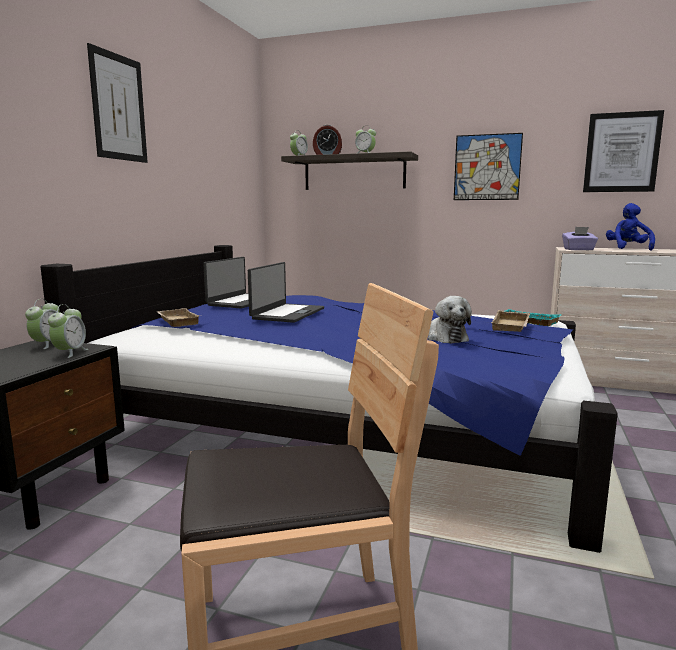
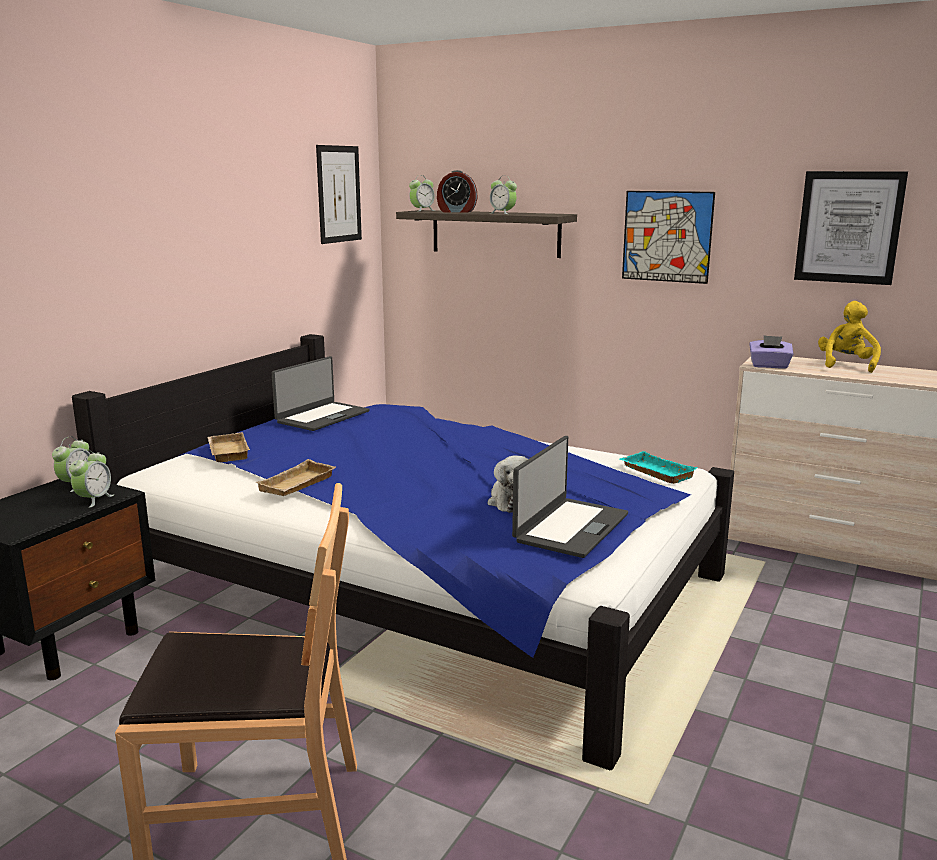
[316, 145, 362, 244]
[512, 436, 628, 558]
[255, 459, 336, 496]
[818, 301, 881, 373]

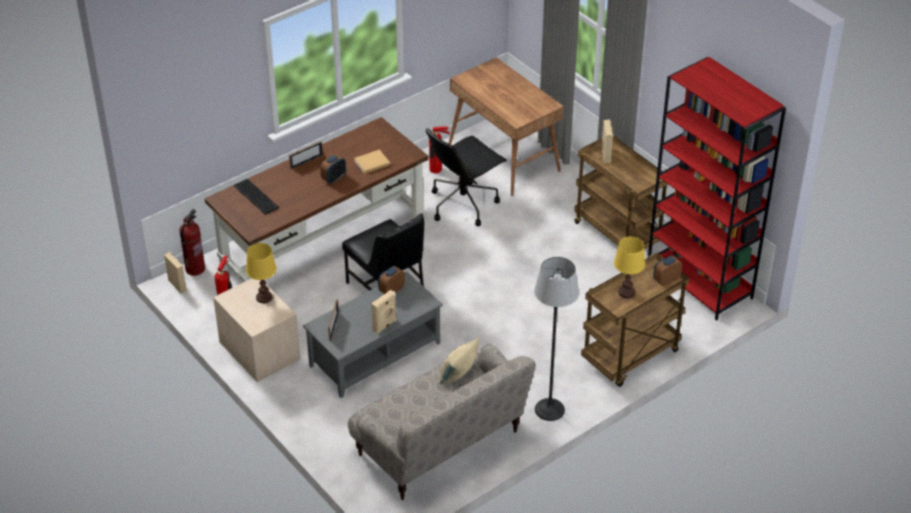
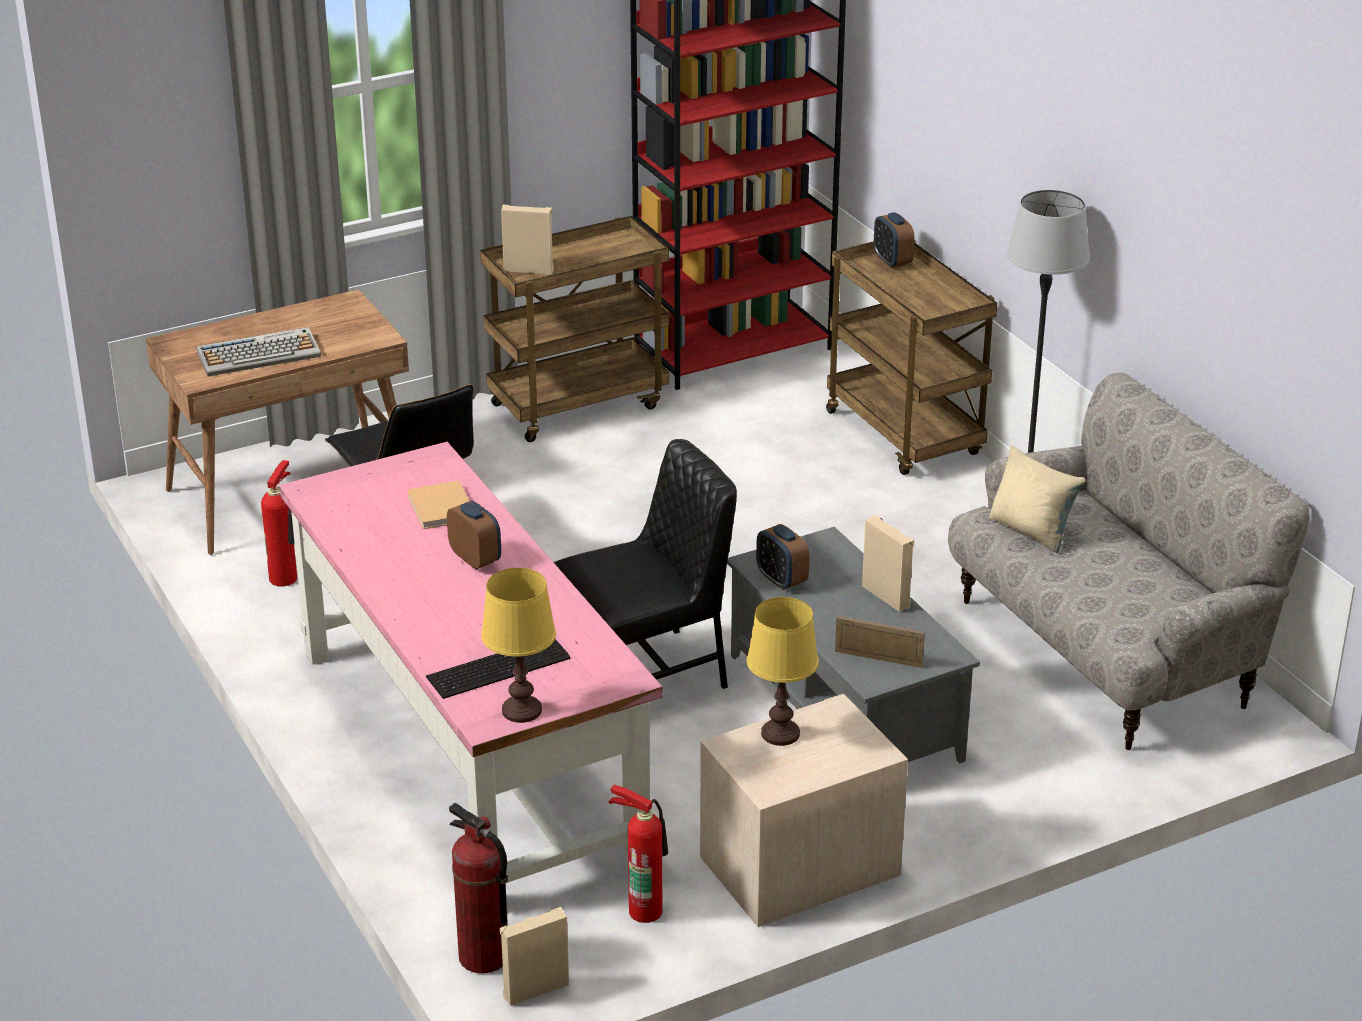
[289, 141, 323, 169] (first image)
[197, 327, 321, 376]
[481, 568, 556, 723]
[279, 442, 663, 883]

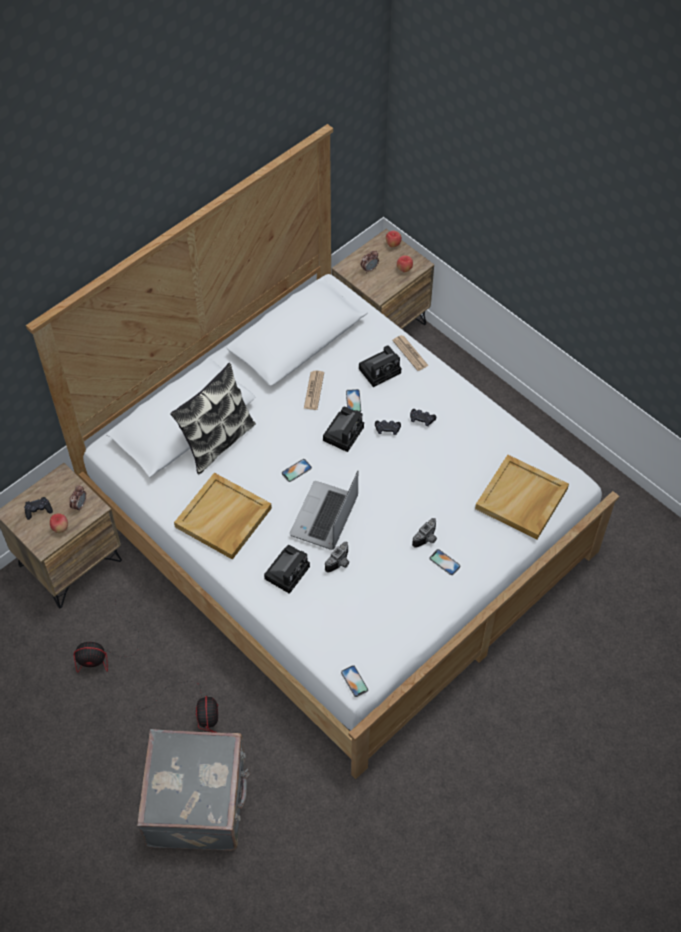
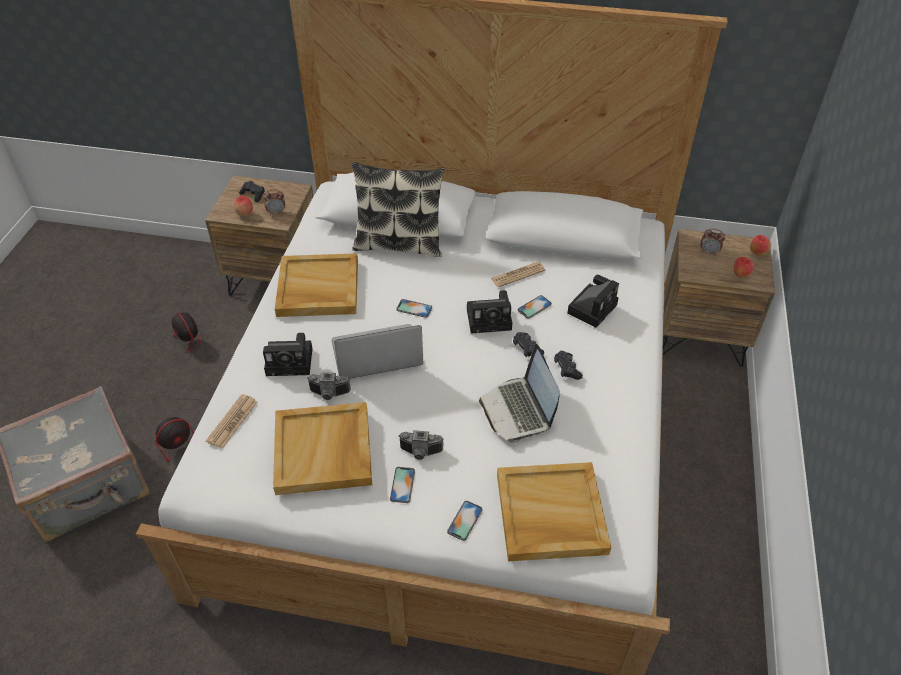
[273, 402, 372, 495]
[479, 344, 560, 443]
[447, 501, 483, 541]
[206, 394, 258, 449]
[567, 275, 619, 328]

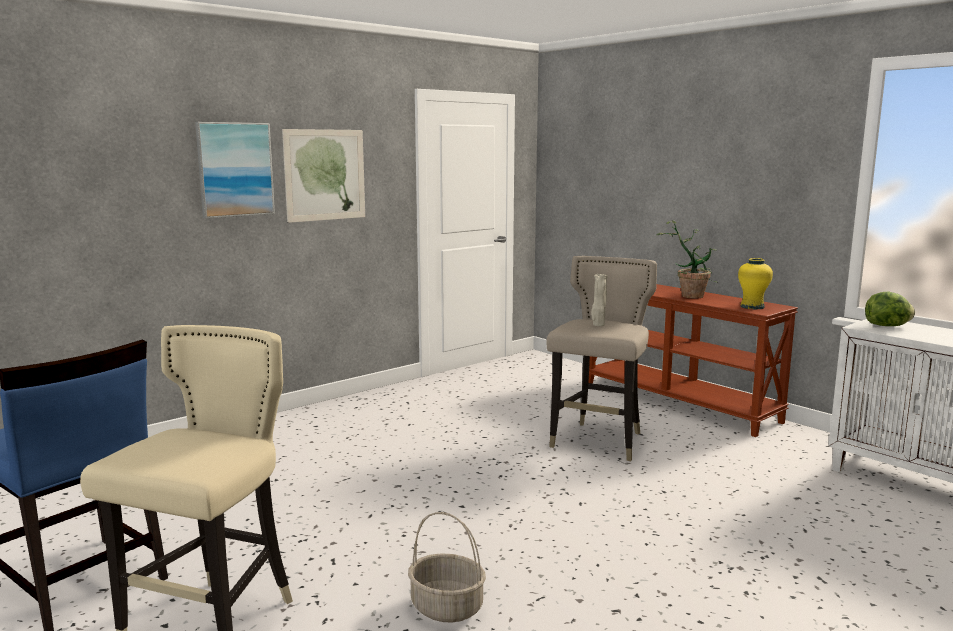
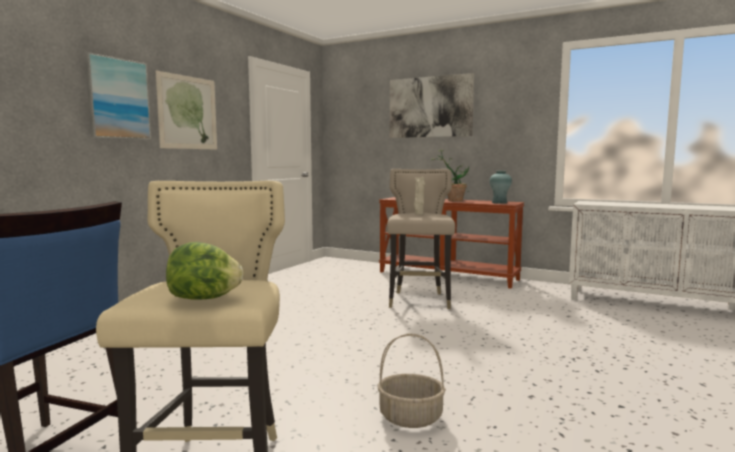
[390, 73, 474, 138]
[166, 242, 244, 300]
[490, 171, 512, 204]

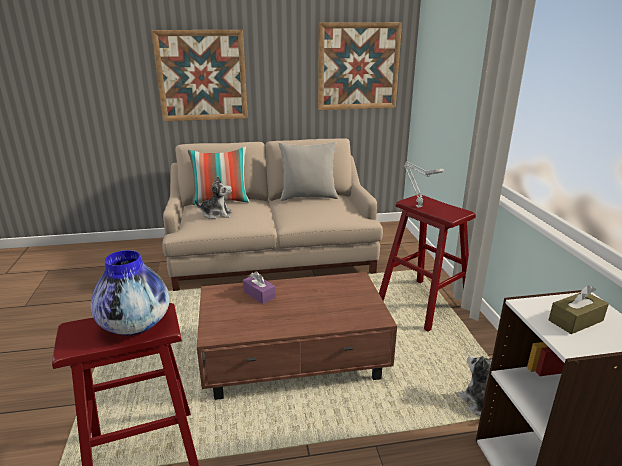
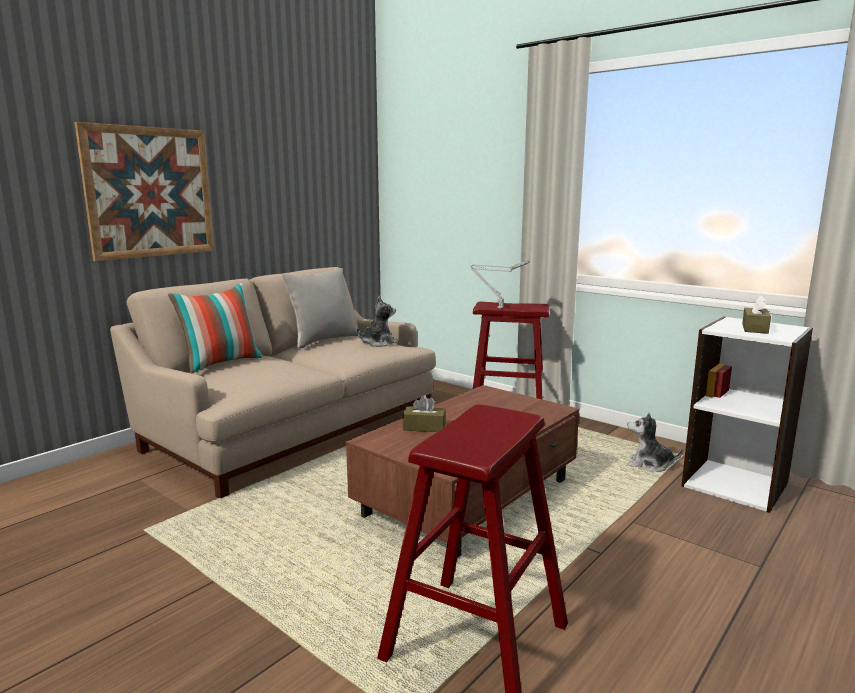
[91, 250, 170, 335] (first image)
[318, 22, 402, 110] (first image)
[357, 296, 397, 347]
[403, 395, 446, 432]

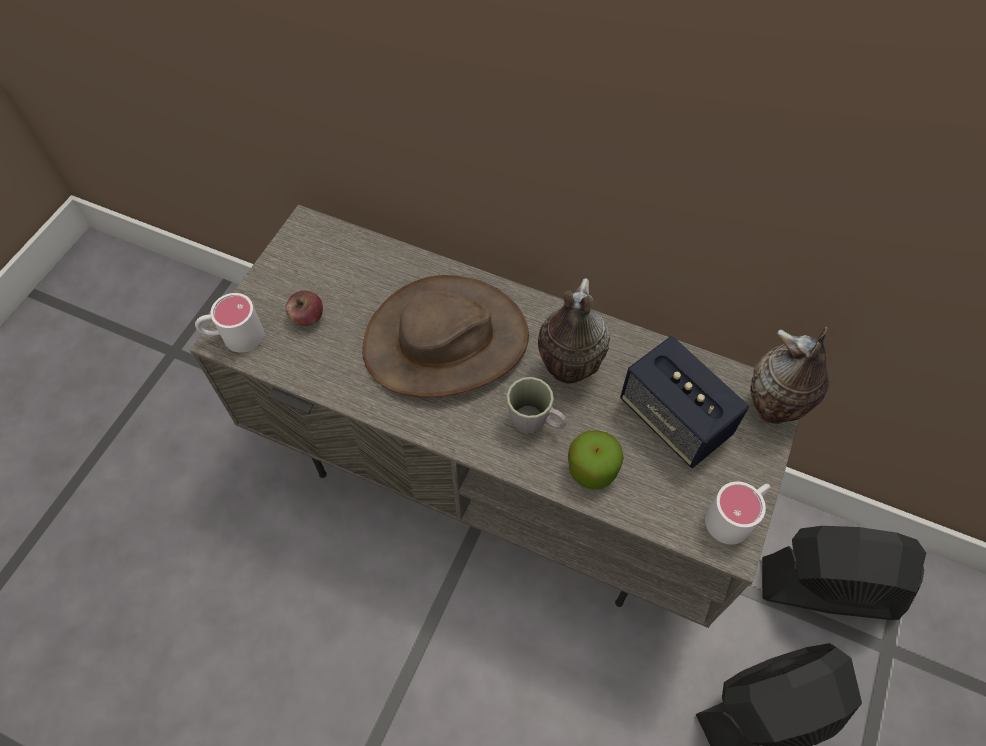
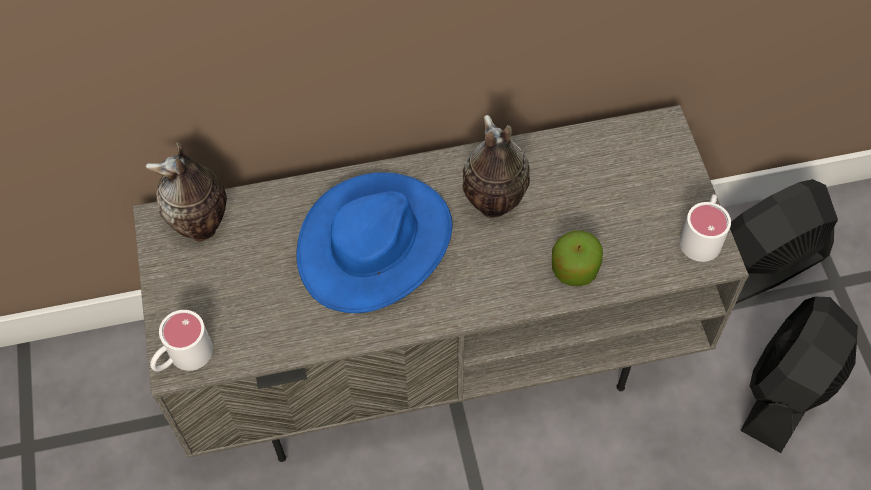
[286, 291, 323, 326] (first image)
[507, 377, 566, 433] (first image)
[620, 336, 749, 468] (first image)
[145, 142, 227, 241]
[296, 172, 452, 313]

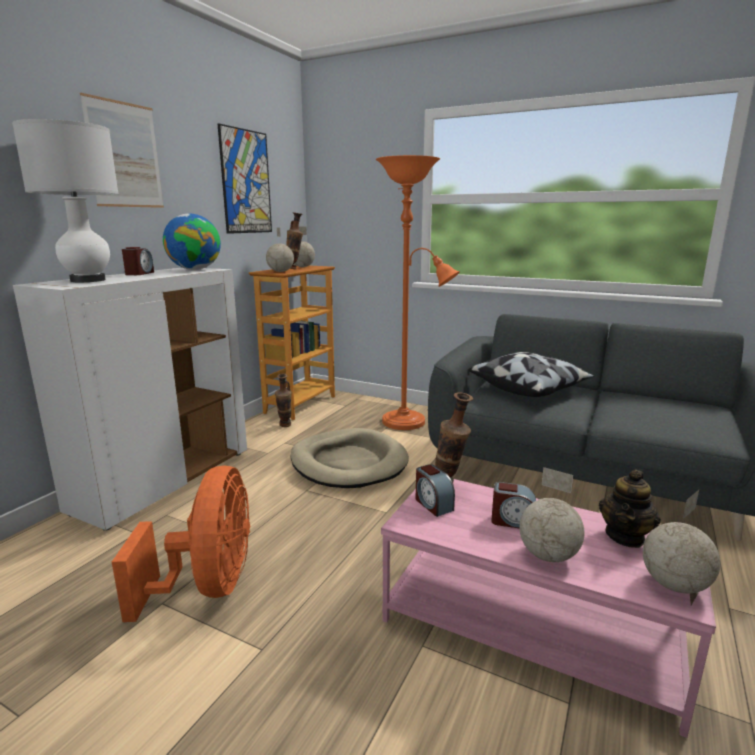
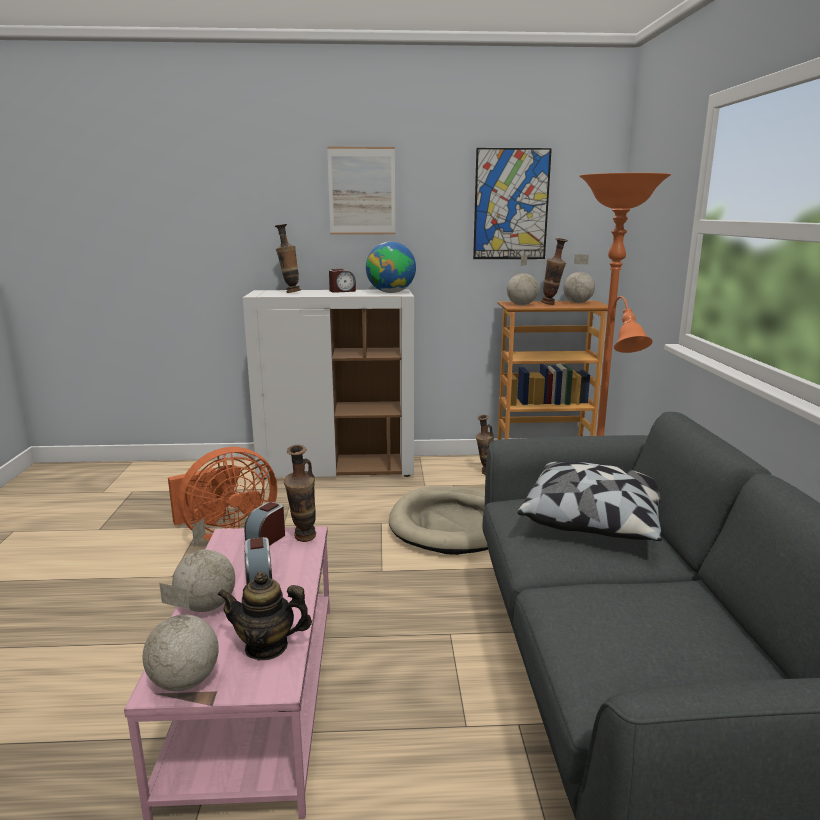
[275, 224, 301, 293]

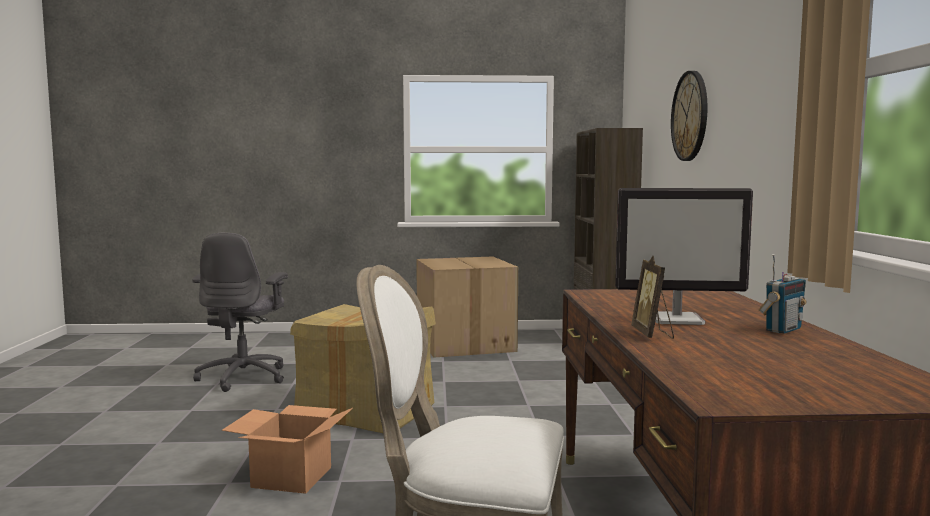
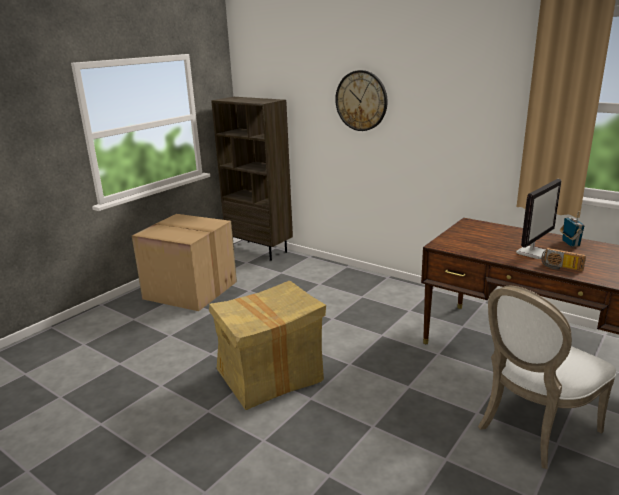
[192, 233, 288, 392] (first image)
[222, 405, 353, 494] (first image)
[541, 248, 586, 272]

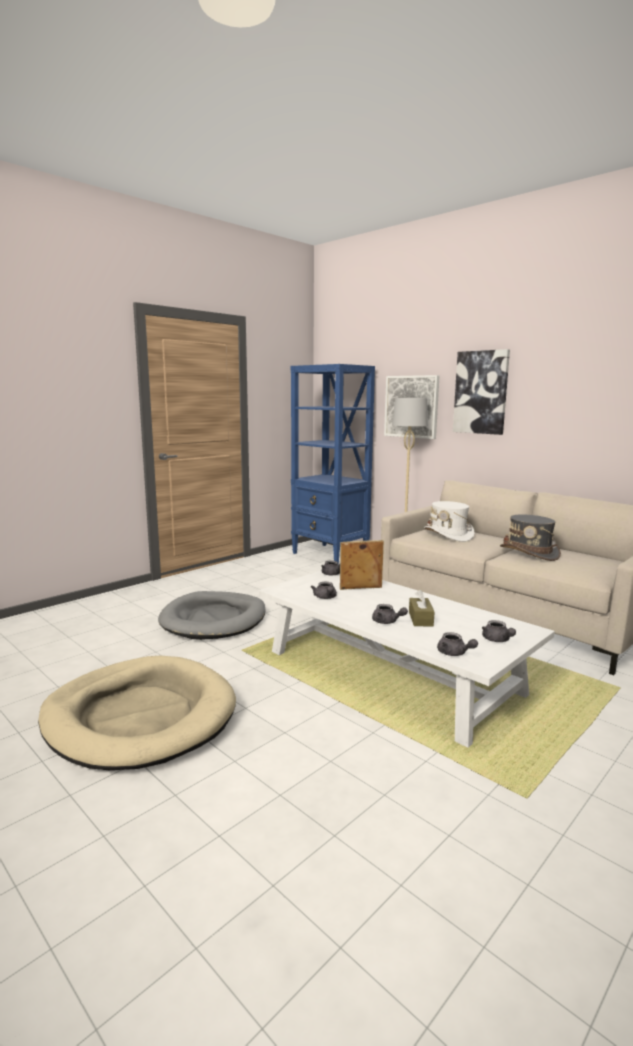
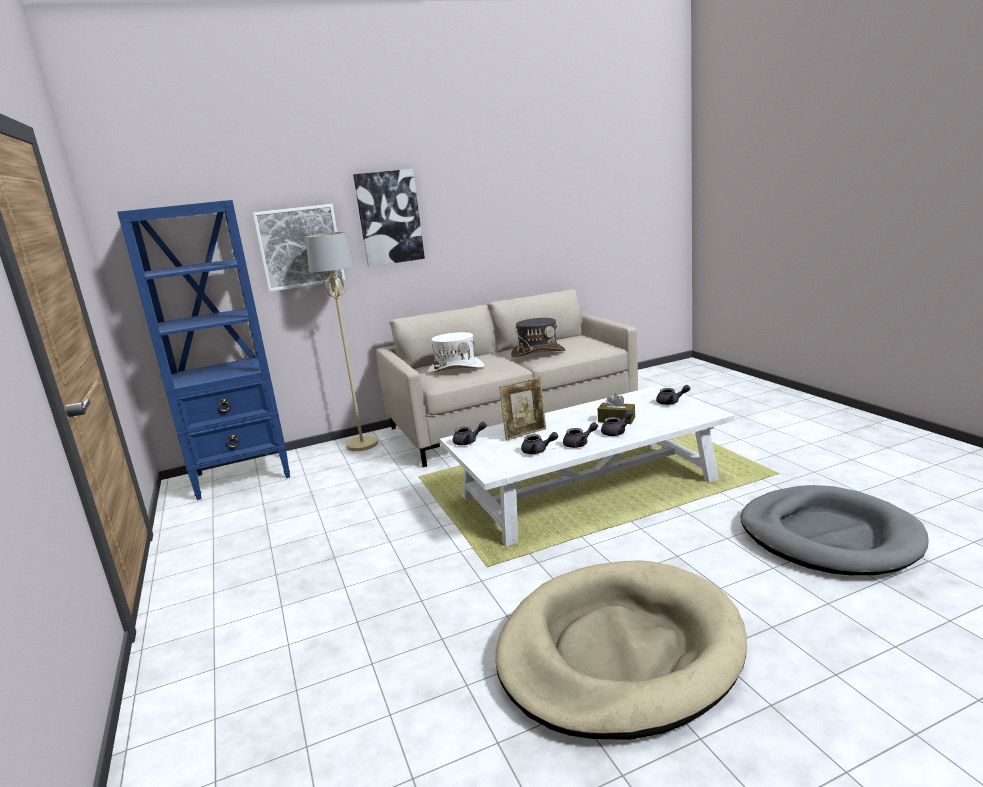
[740, 485, 929, 575]
[563, 422, 598, 448]
[499, 377, 546, 440]

